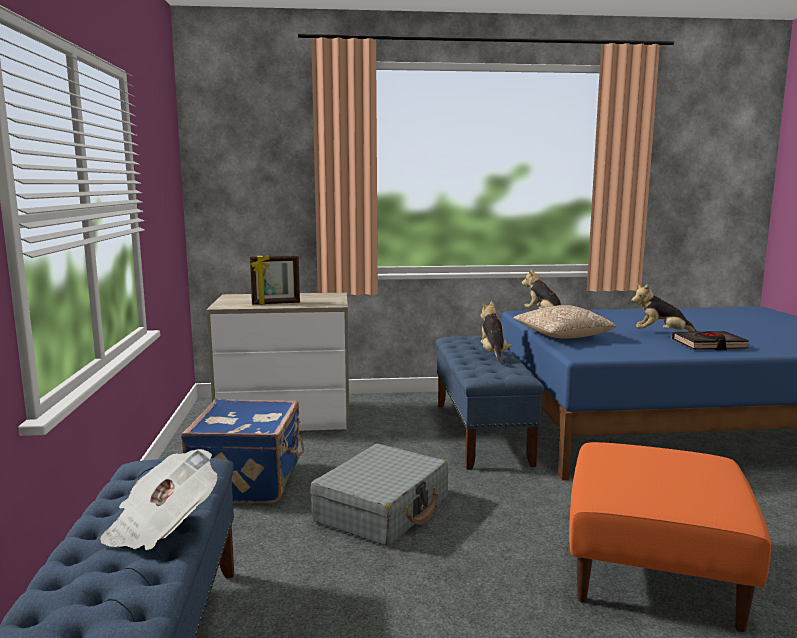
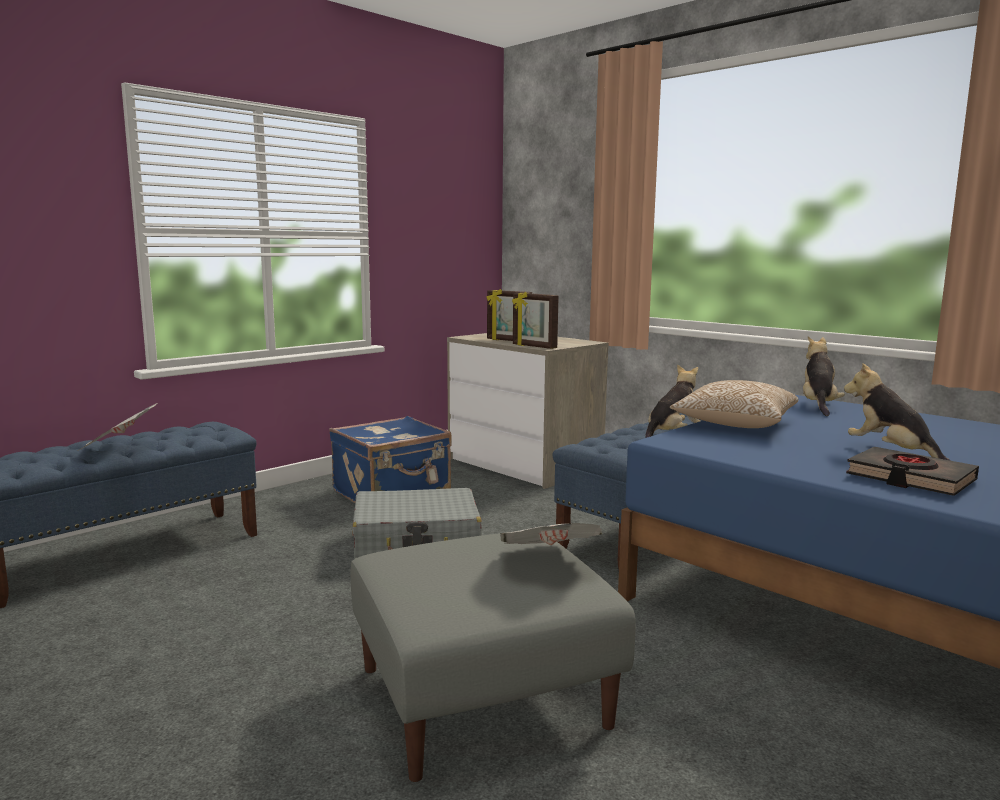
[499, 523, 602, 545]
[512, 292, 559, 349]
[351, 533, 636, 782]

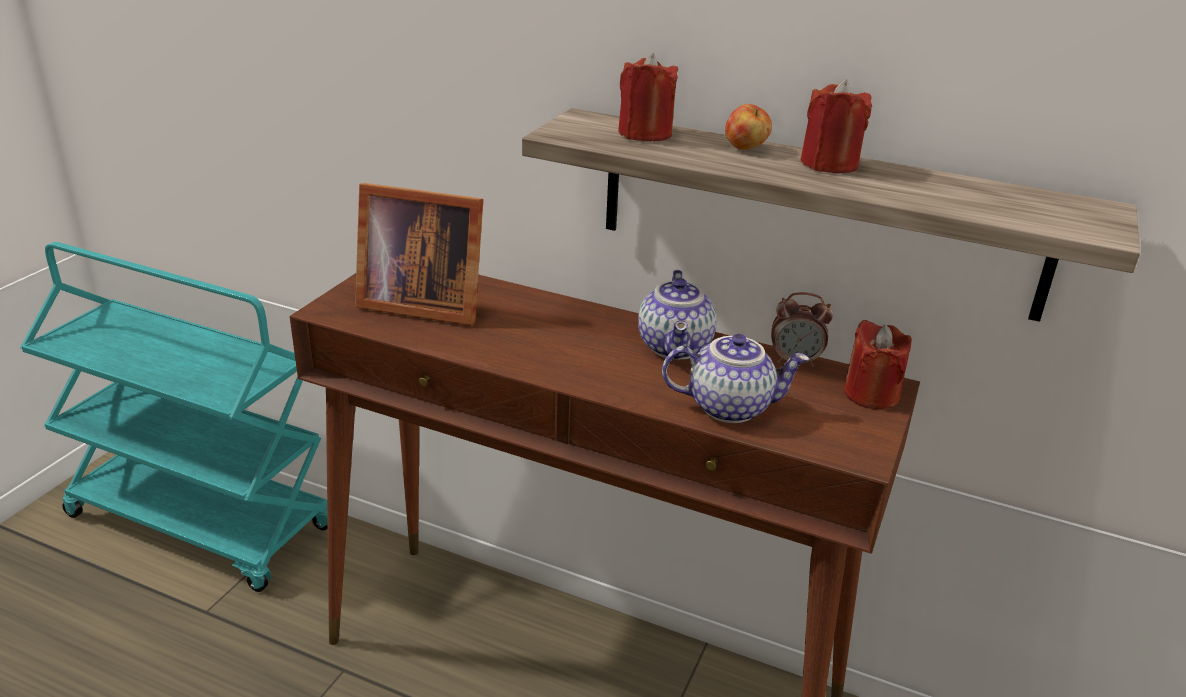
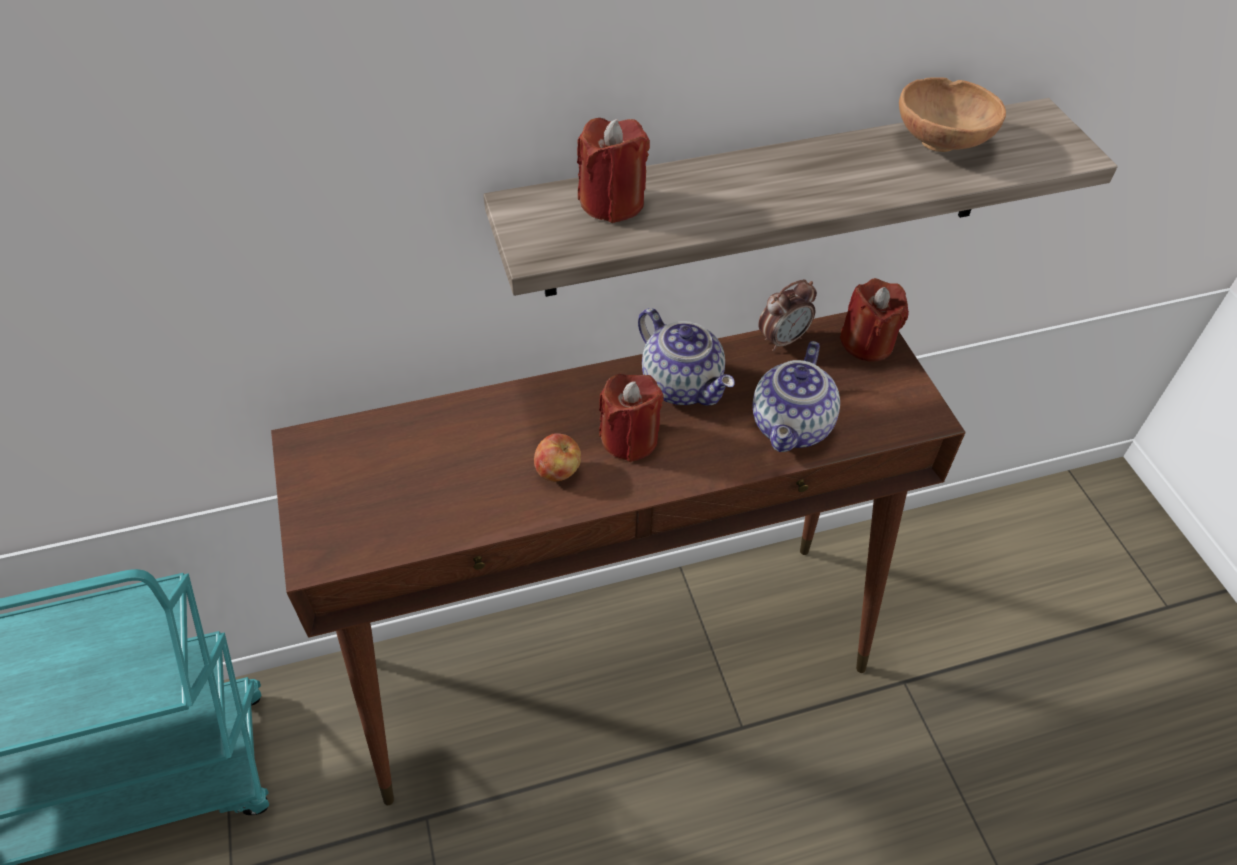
[355, 183, 483, 326] (first image)
[899, 77, 1006, 152]
[534, 433, 581, 482]
[599, 374, 664, 462]
[753, 341, 840, 452]

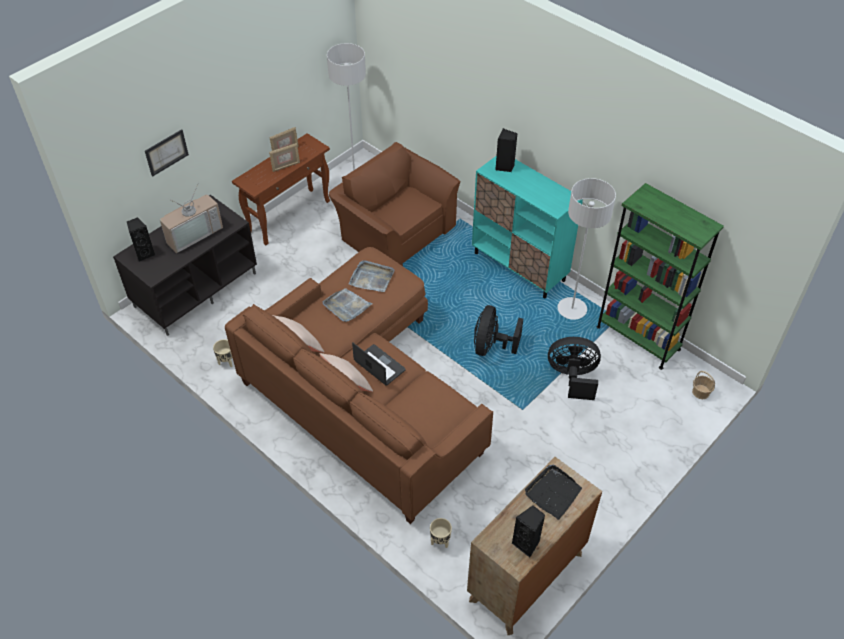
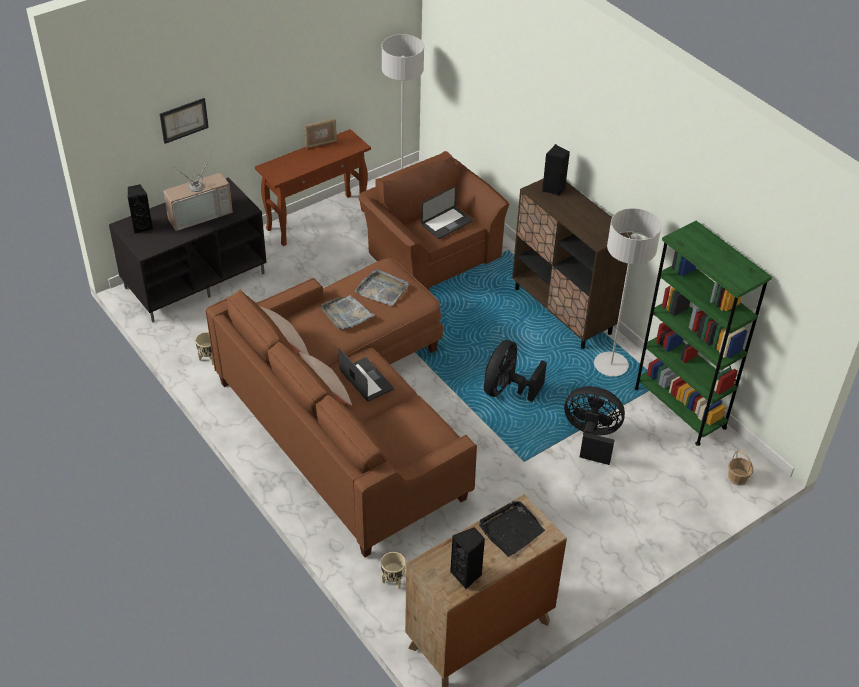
[269, 143, 300, 172] (first image)
[421, 186, 473, 239]
[512, 178, 633, 349]

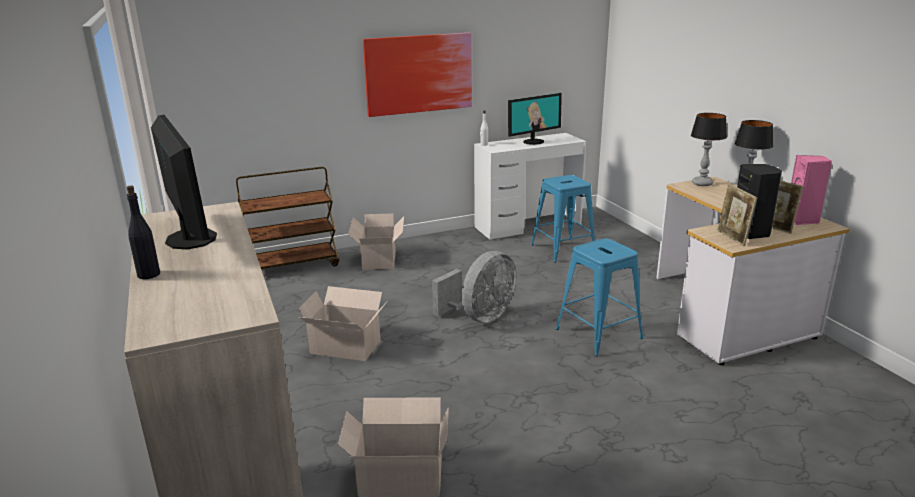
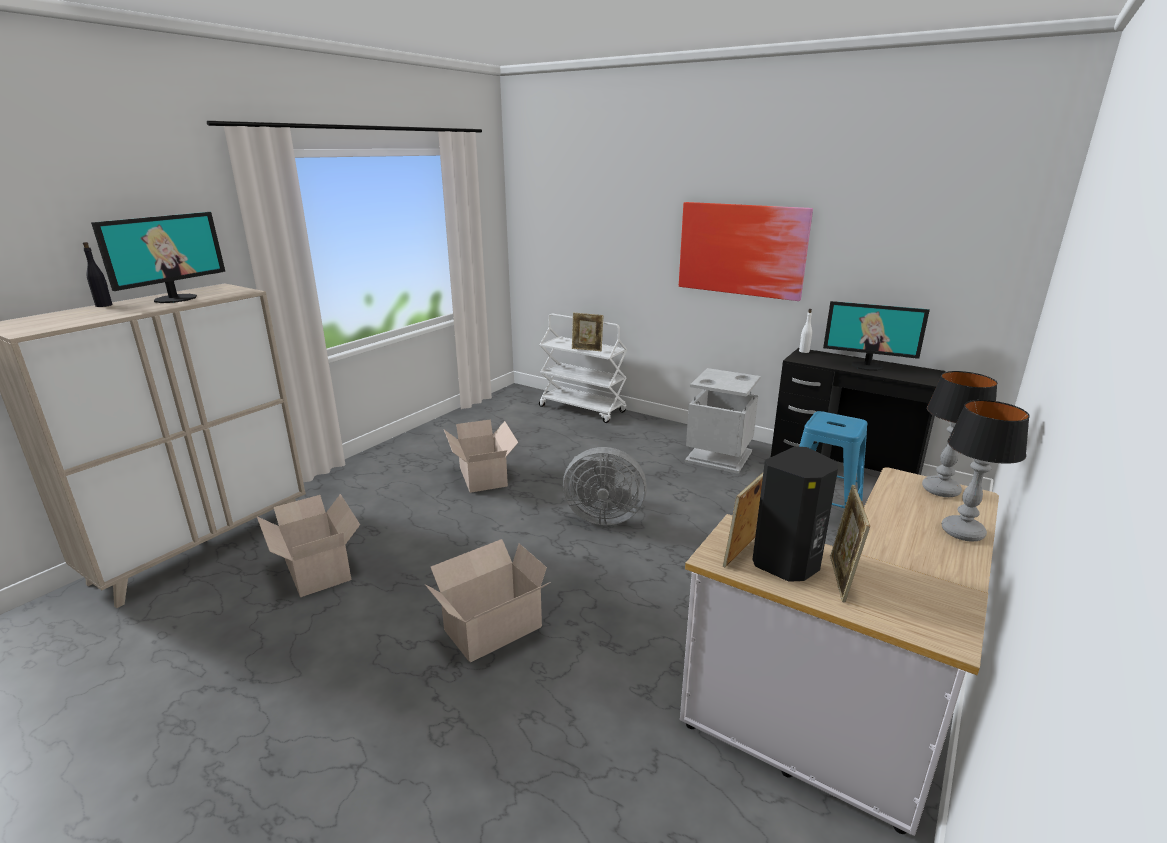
[556, 238, 643, 356] (first image)
[791, 155, 832, 225] (first image)
[572, 313, 603, 351]
[685, 368, 761, 474]
[425, 539, 551, 663]
[539, 314, 627, 423]
[771, 348, 945, 475]

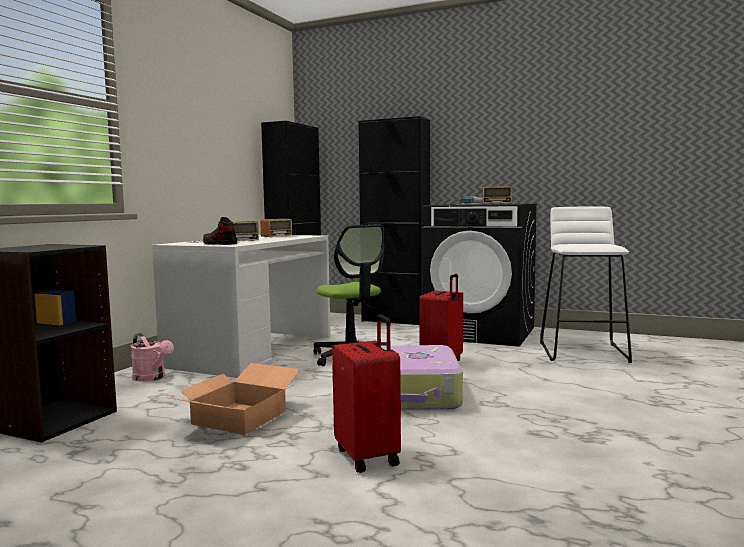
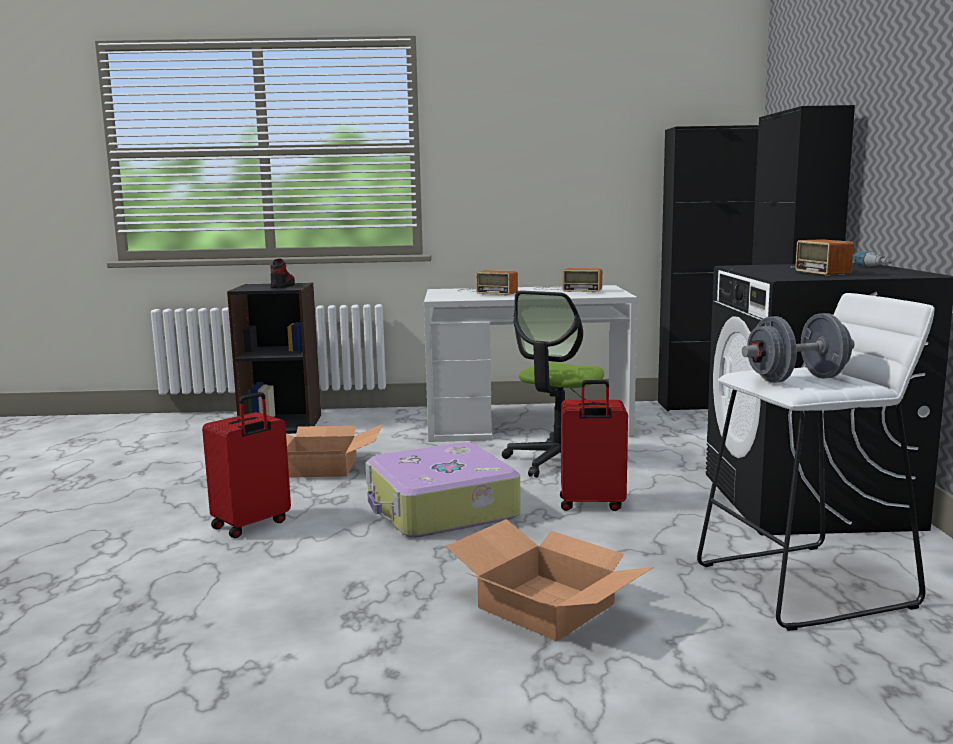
[131, 333, 174, 382] (first image)
[446, 519, 654, 641]
[742, 313, 855, 383]
[270, 258, 295, 288]

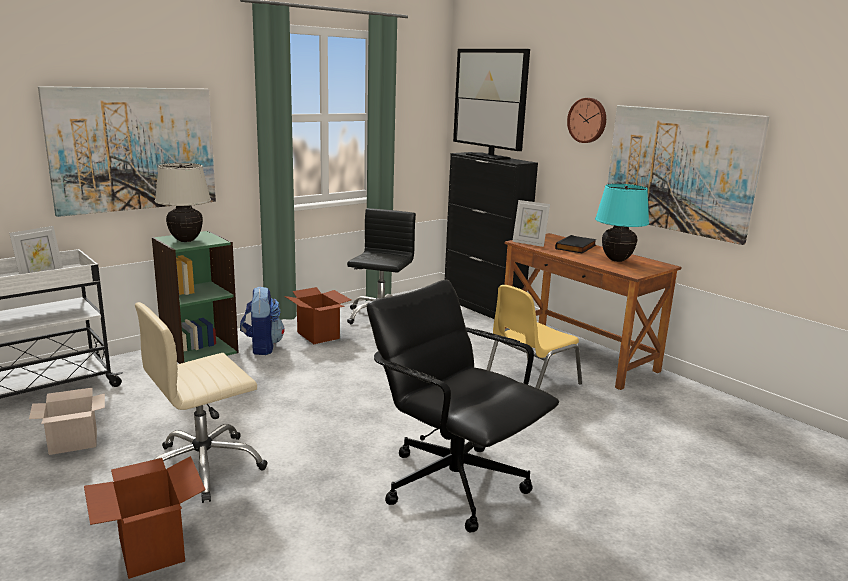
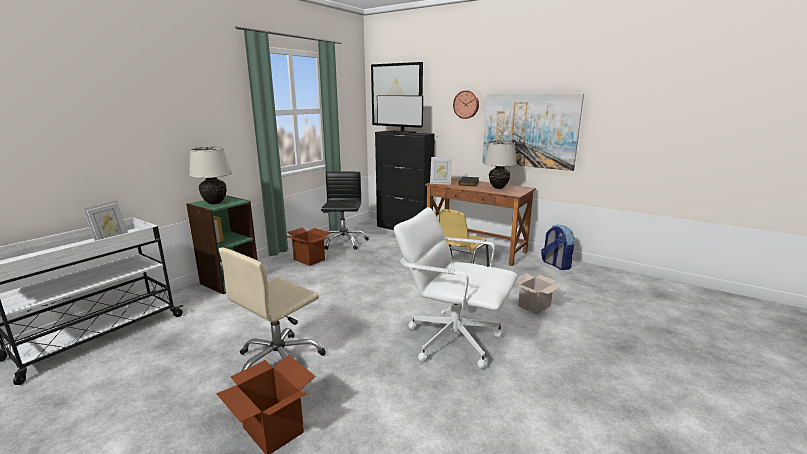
[38, 86, 216, 217] (first image)
[516, 273, 562, 314]
[541, 224, 575, 270]
[394, 207, 518, 368]
[484, 141, 517, 189]

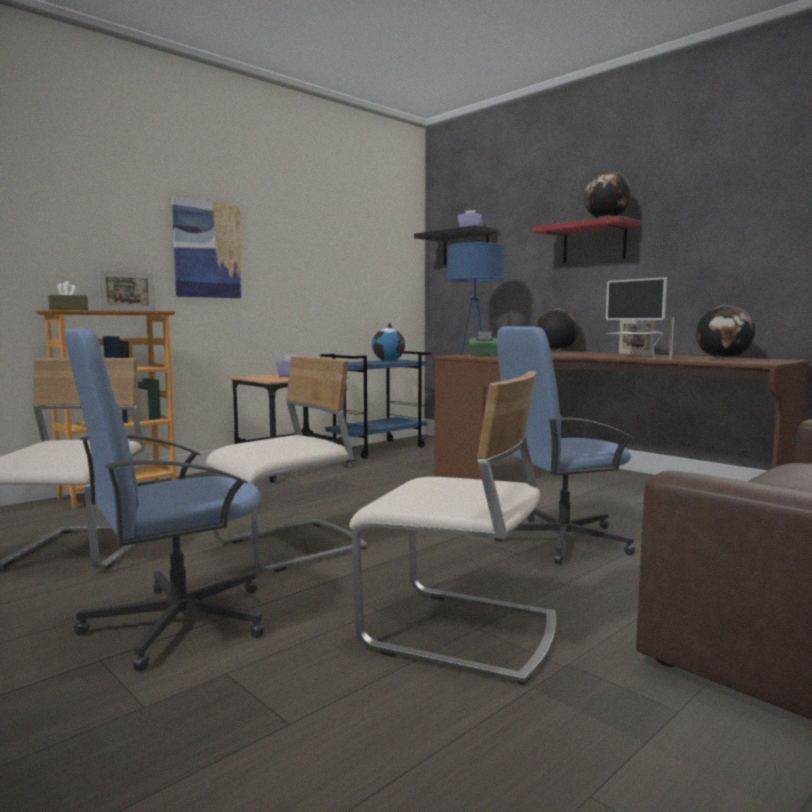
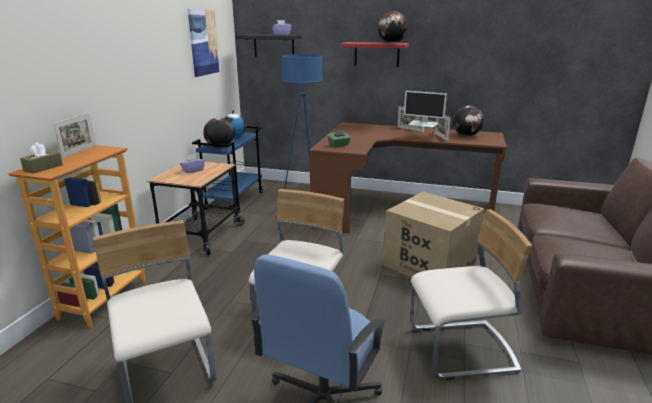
[188, 9, 220, 77]
[203, 118, 234, 148]
[383, 192, 484, 278]

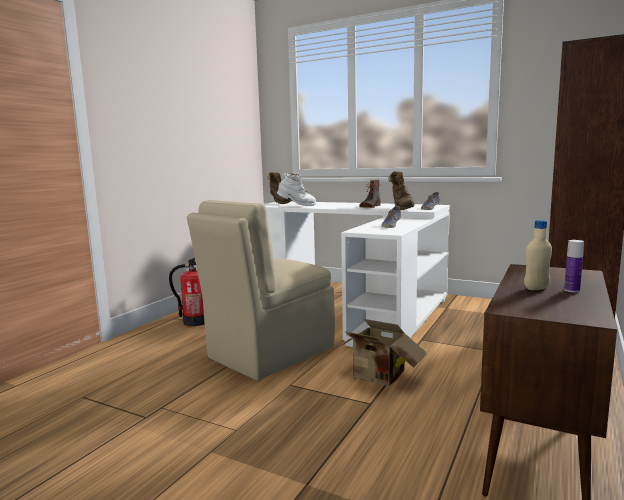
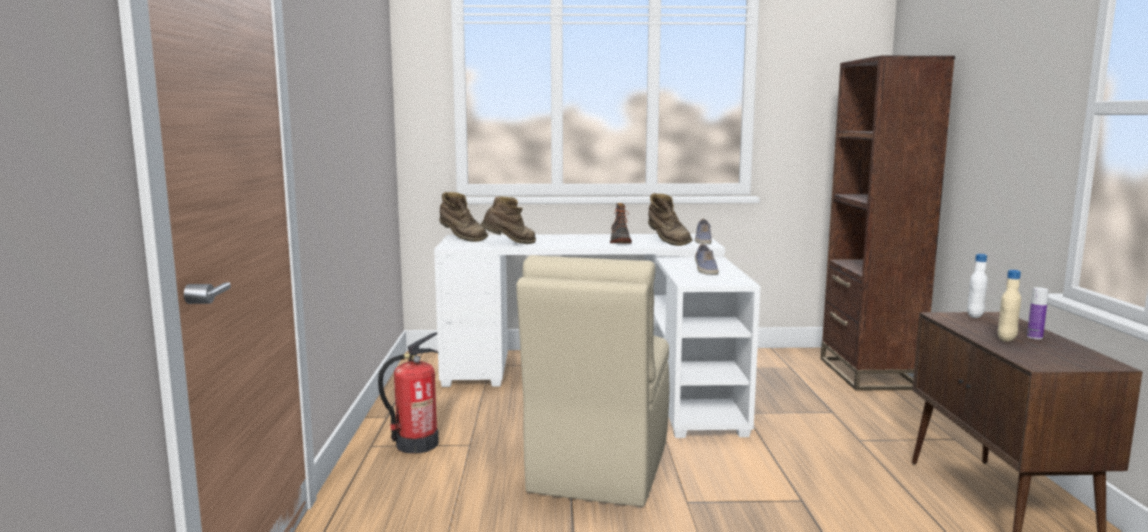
[334, 319, 427, 386] (first image)
[967, 254, 988, 318]
[481, 197, 536, 244]

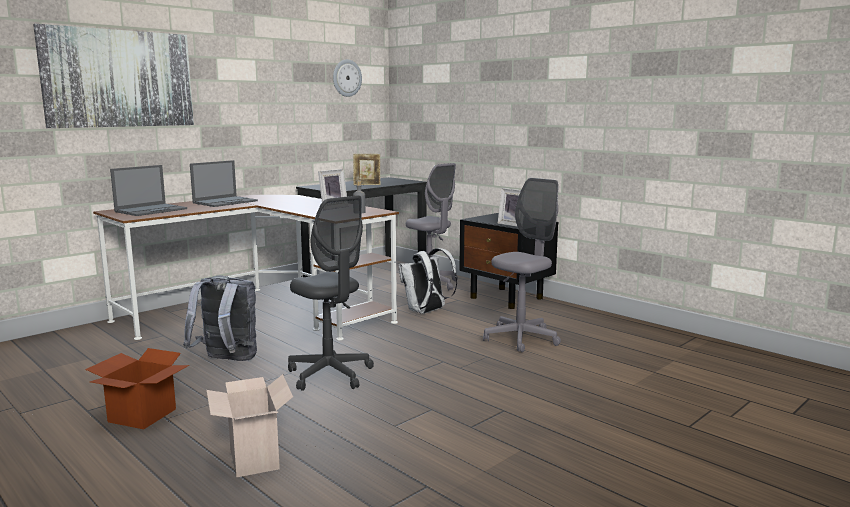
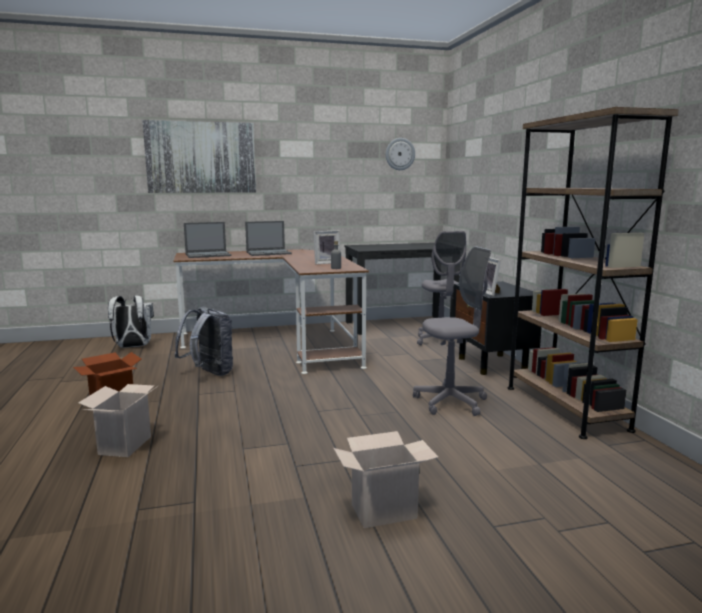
[288, 195, 374, 391] (first image)
[353, 154, 380, 185] (first image)
[333, 431, 438, 528]
[507, 107, 679, 439]
[108, 295, 154, 348]

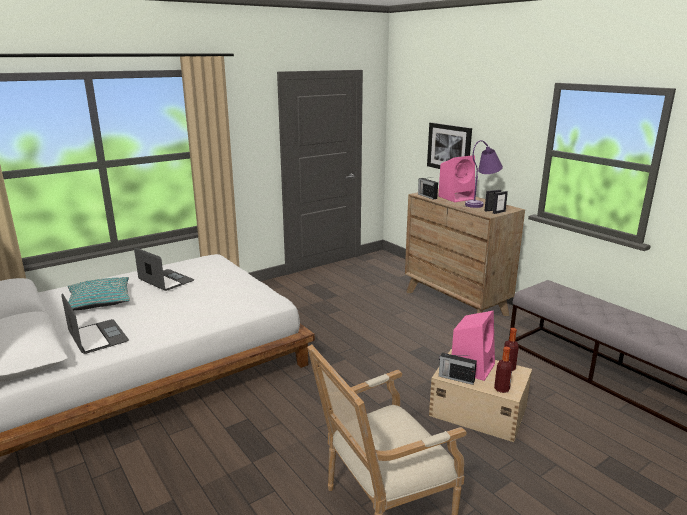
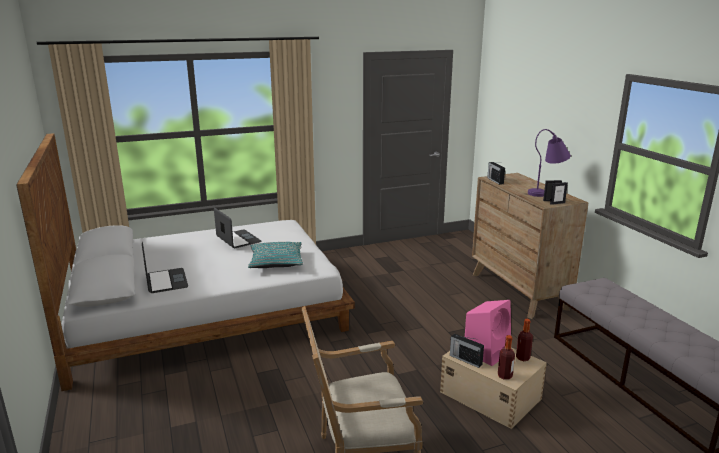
[427, 122, 472, 169] (first image)
[438, 155, 475, 202] (first image)
[248, 242, 303, 268]

